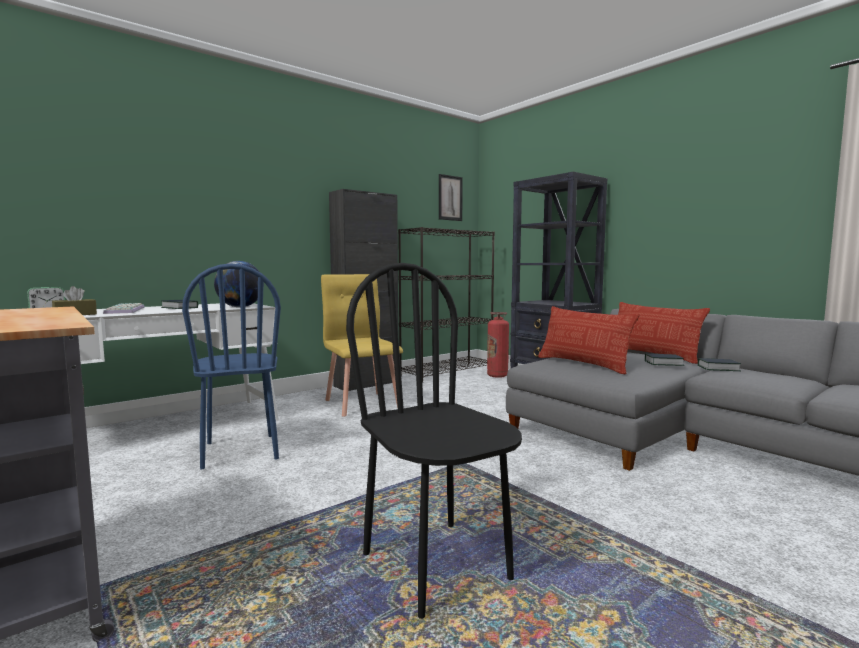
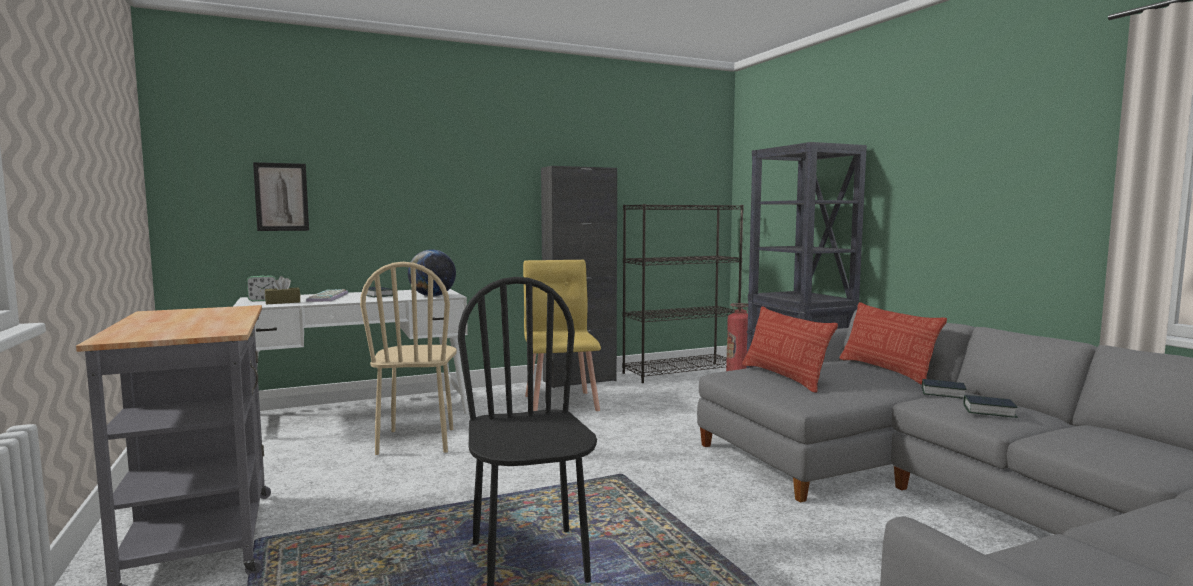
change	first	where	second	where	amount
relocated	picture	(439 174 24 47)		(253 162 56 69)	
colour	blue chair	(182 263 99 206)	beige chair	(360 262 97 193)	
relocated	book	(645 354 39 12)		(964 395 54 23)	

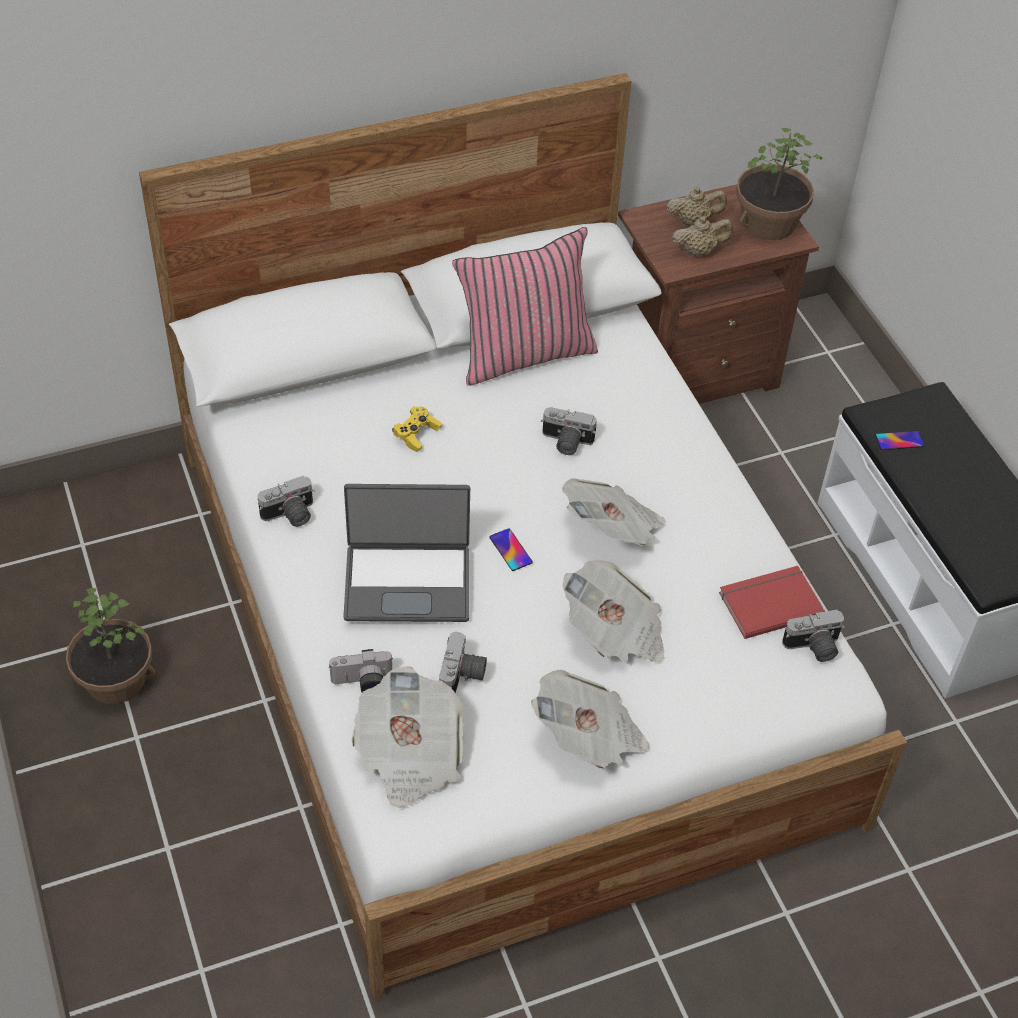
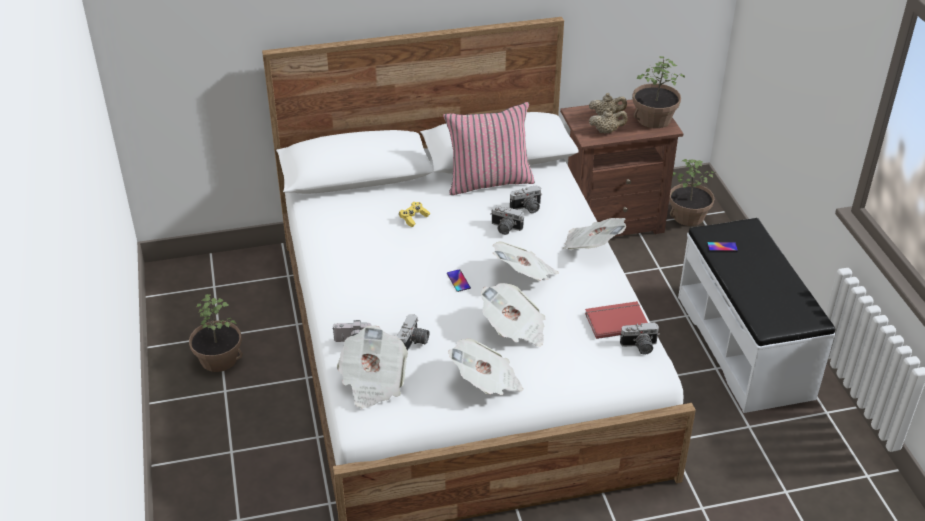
change	first	where	second	where	amount
relocated	photo camera	(258 475 57 52)		(510 185 33 28)	
appeared			newspaper	(563 218 63 32)	
appeared			potted plant	(669 159 45 67)	
missing	laptop	(343 484 127 138)			

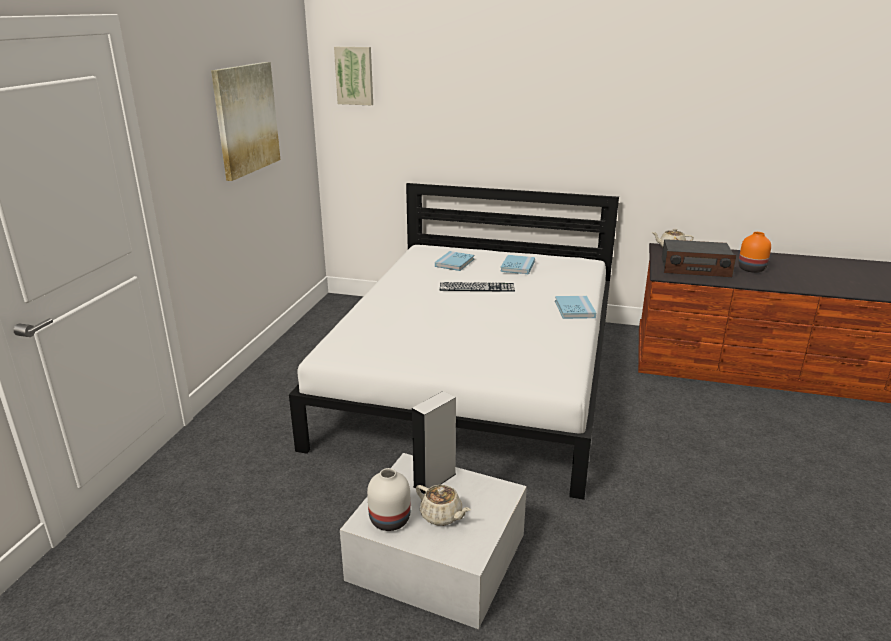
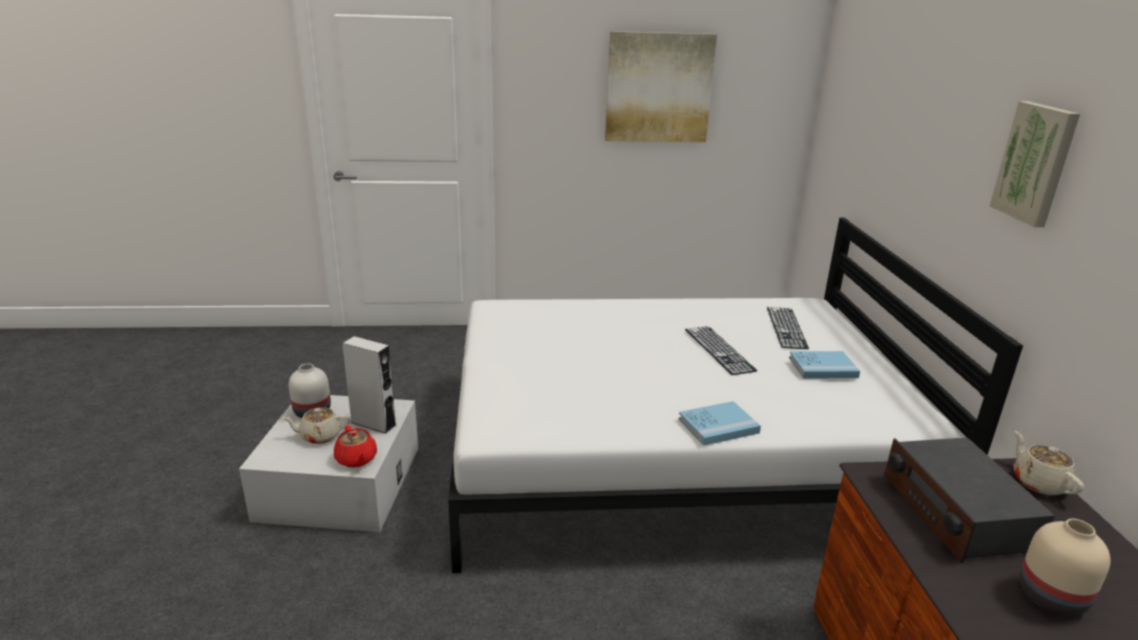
change	first	where	second	where	amount
spun	beige teapot	(416 485 55 41)		(282 407 69 37)	60 degrees clockwise
appeared			red teapot	(334 425 43 43)	
exchanged	blue book	(435 251 39 20)	keyboard	(767 307 42 42)	
relocated	picture	(334 47 39 58)		(990 101 90 126)	
colour	orange vase	(738 232 33 41)	beige vase	(1020 519 91 97)	

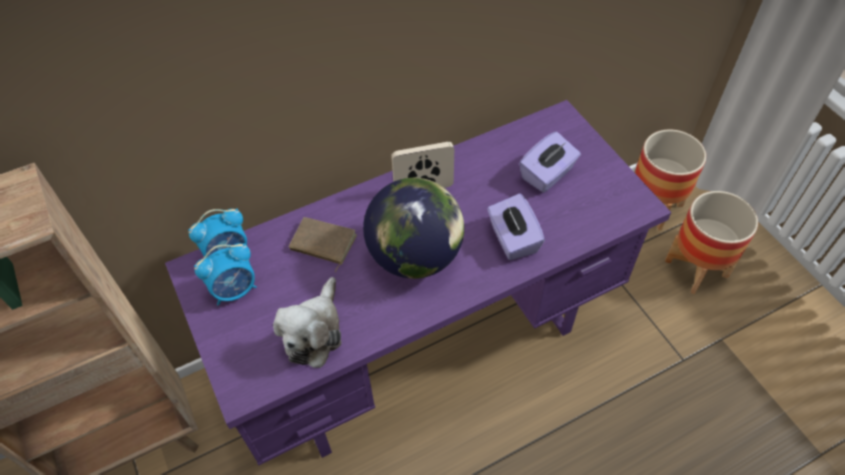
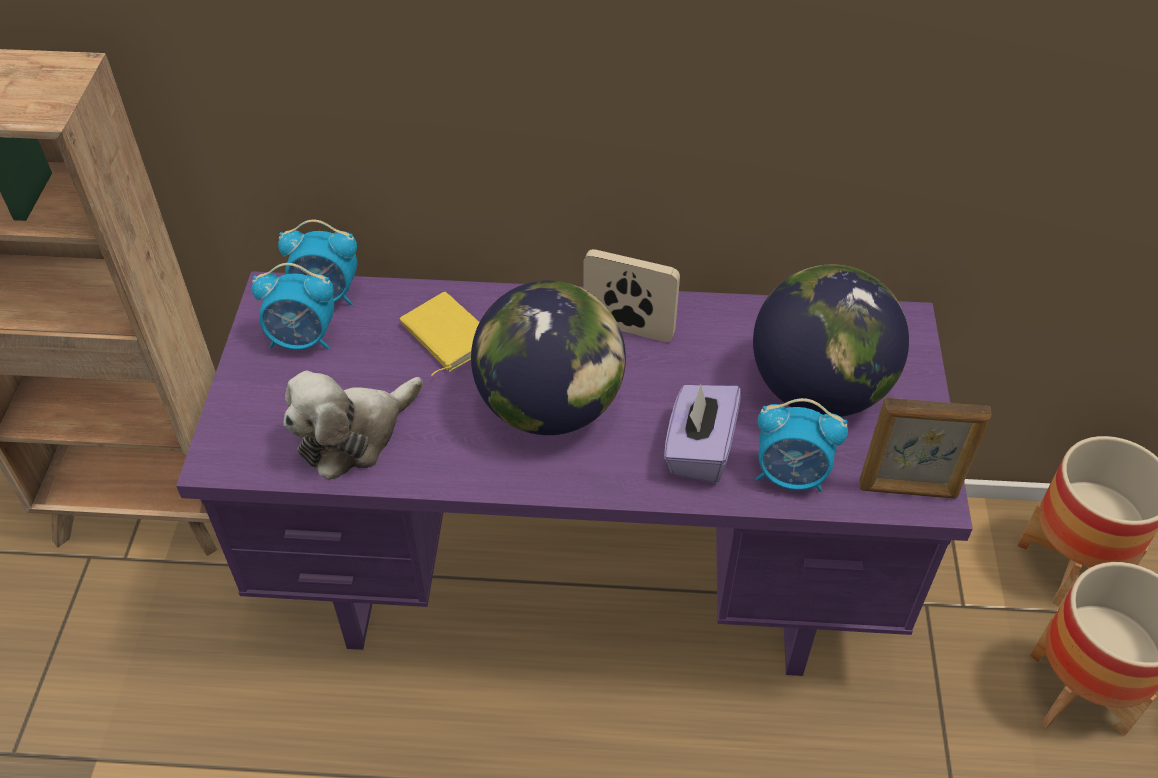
change	first	where	second	where	amount
colour	brown book	(289 217 68 55)	yellow book	(400 292 80 84)	
exchanged	purple tissue box	(519 132 62 61)	globe	(753 264 156 153)	
appeared			alarm clock	(756 398 92 94)	
appeared			picture frame	(859 398 132 101)	

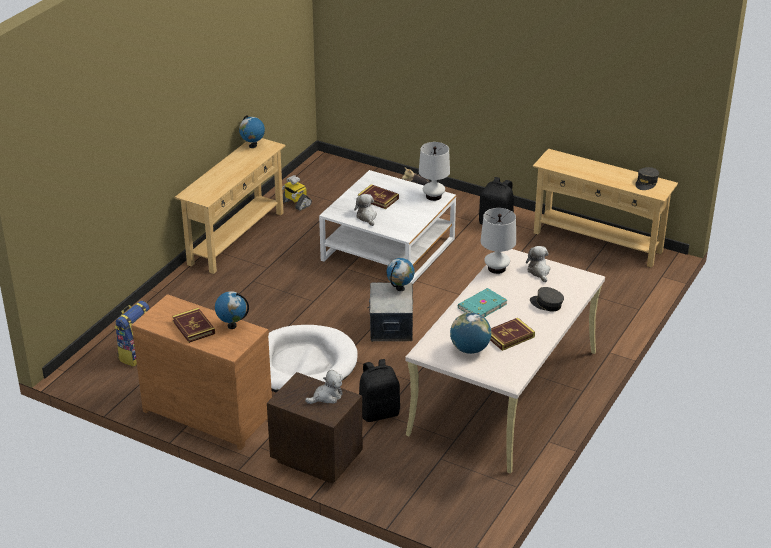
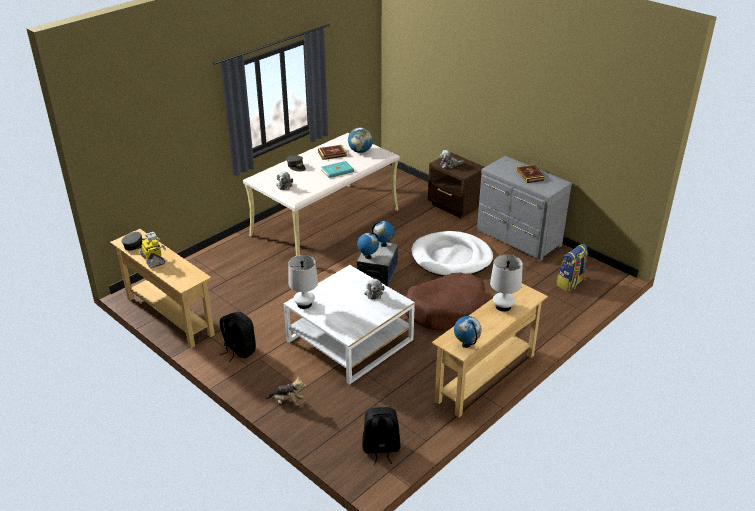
change	first	where	second	where	amount
relocated	toy robot	(282 175 30 36)		(140 232 26 36)	
relocated	black backpack	(359 359 41 63)		(362 407 38 58)	
relocated	globe	(215 291 34 38)		(372 221 23 26)	
appeared			brown dog bed	(405 272 81 58)	
colour	brown dresser	(131 294 141 156)	grey dresser	(477 156 95 105)	
relocated	white table lamp	(481 208 35 66)		(490 255 33 57)	
missing	book	(358 184 41 25)			

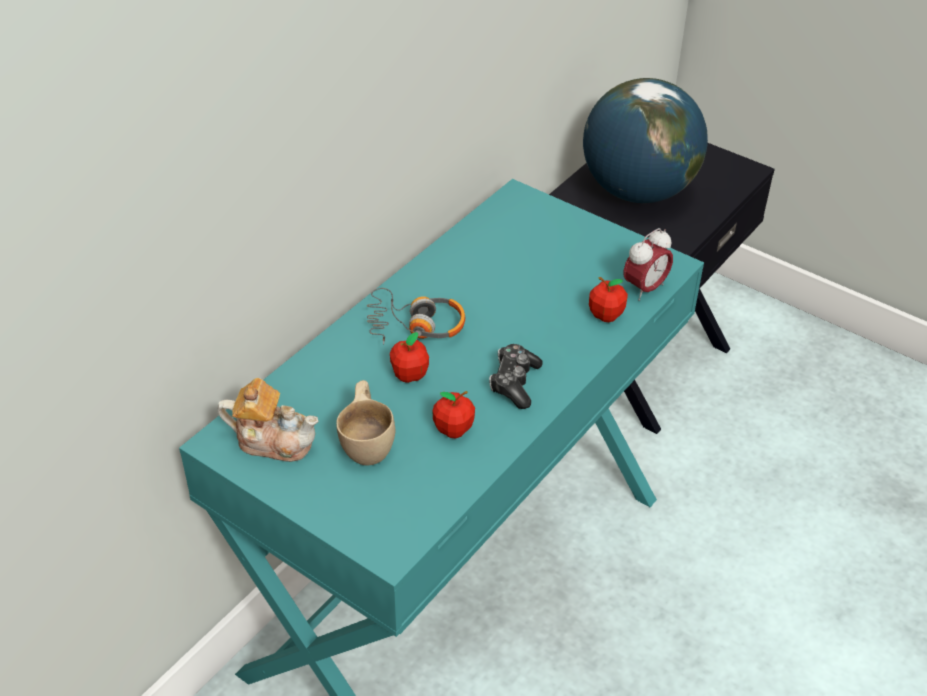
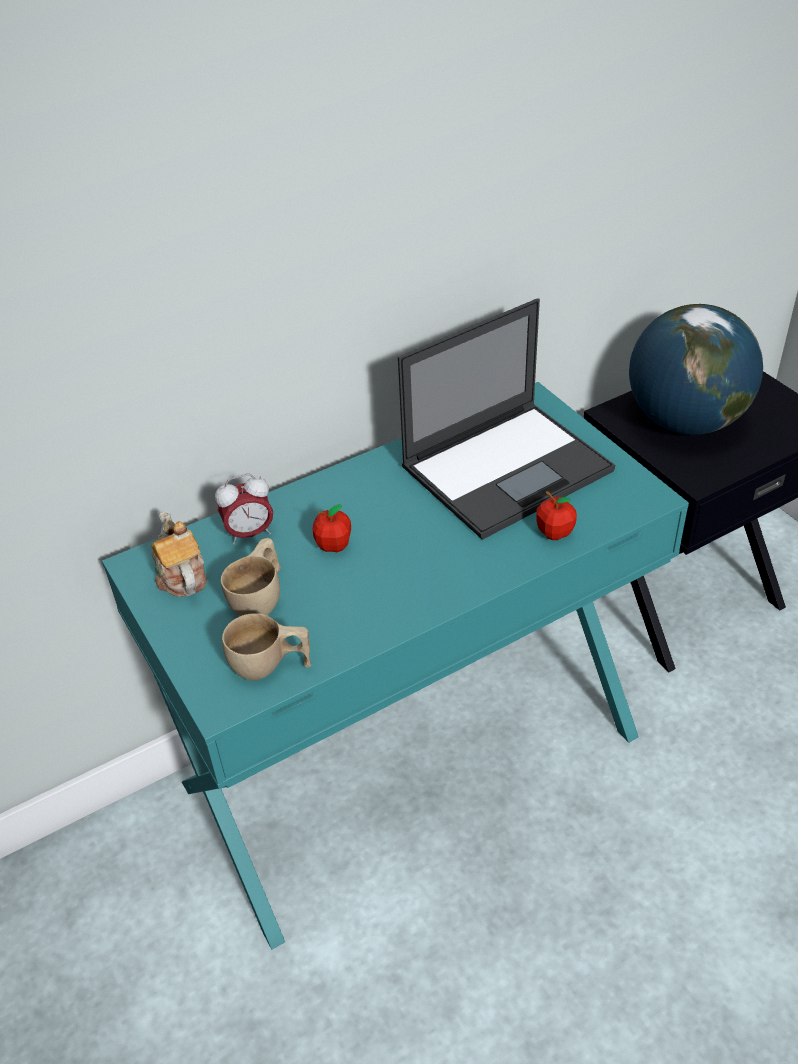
change	first	where	second	where	amount
spun	teapot	(217 378 101 84)		(151 511 56 86)	150 degrees counterclockwise
relocated	alarm clock	(623 228 50 73)		(215 474 58 70)	
appeared			beige cup	(222 613 89 67)	
appeared			laptop	(398 298 217 242)	
missing	headphones	(367 288 98 56)			
missing	apple	(432 391 43 48)			
missing	game controller	(489 344 54 65)			

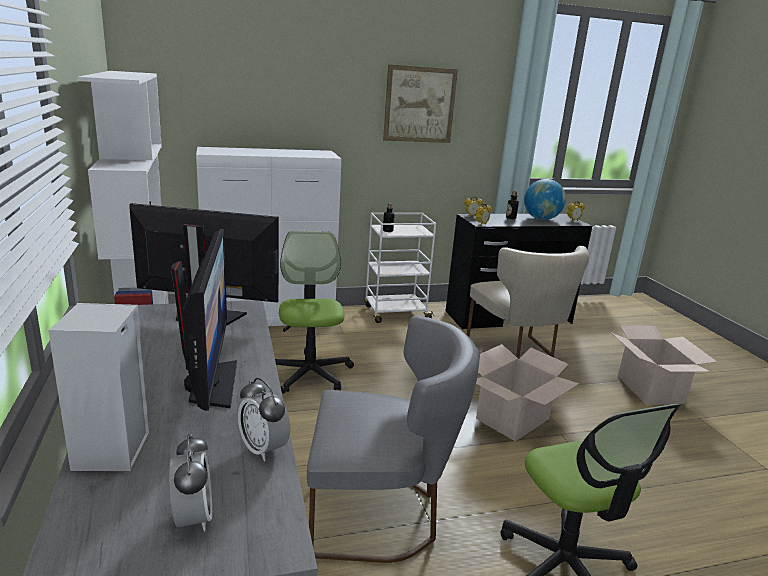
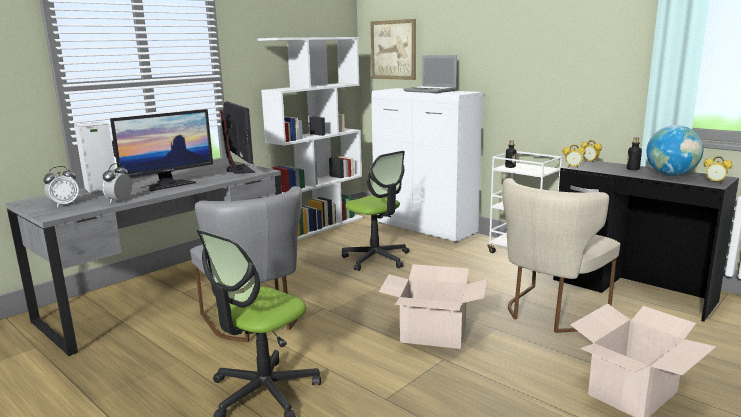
change	first	where	second	where	amount
spun	office chair	(275 231 79 163)		(342 151 67 120)	90 degrees clockwise
relocated	picture	(383 64 75 79)		(371 19 45 61)	
appeared			laptop	(404 55 53 38)	

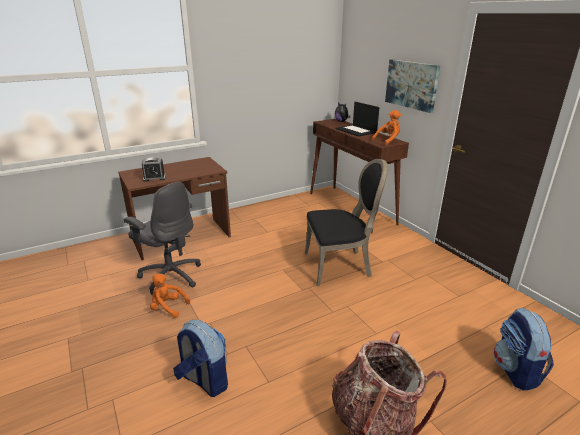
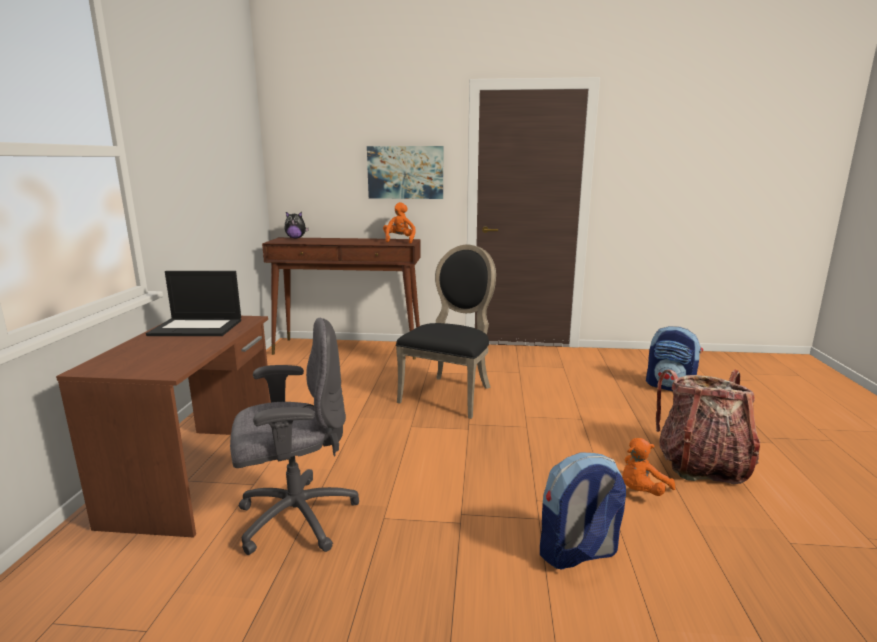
change	first	where	second	where	amount
relocated	laptop	(335 102 44 35)		(146 271 95 65)	
relocated	orange plush toy	(150 273 40 45)		(622 438 53 58)	
missing	alarm clock	(142 157 24 25)			

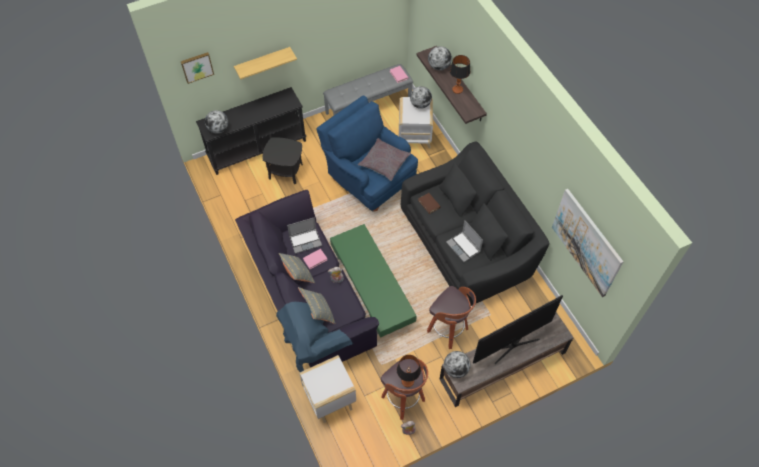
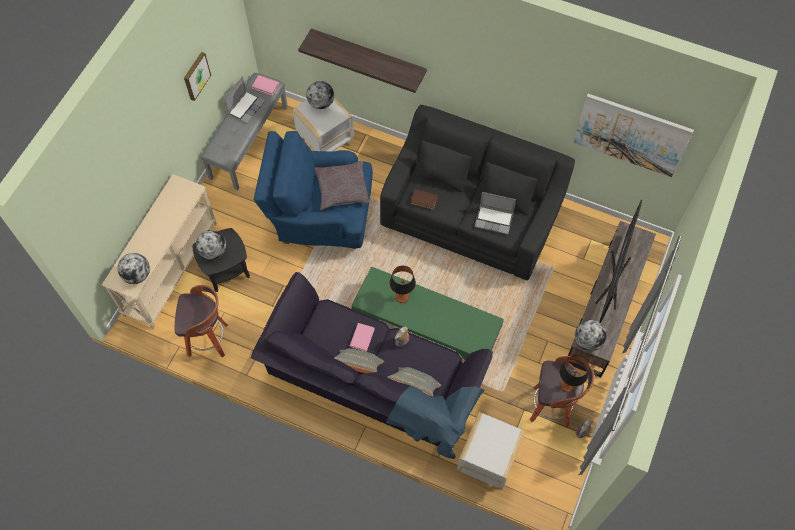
change	first	where	second	where	amount
colour	black console table	(196 87 110 88)	beige console table	(102 174 115 155)	
relocated	stool	(427 286 49 63)		(174 285 54 73)	
relocated	picture	(181 52 33 32)		(184 52 27 49)	
relocated	globe	(428 46 24 24)		(196 230 30 30)	
relocated	laptop	(287 217 35 37)		(224 76 41 47)	
relocated	table lamp	(450 55 21 39)		(390 266 26 37)	
missing	shelf	(234 47 63 32)			

